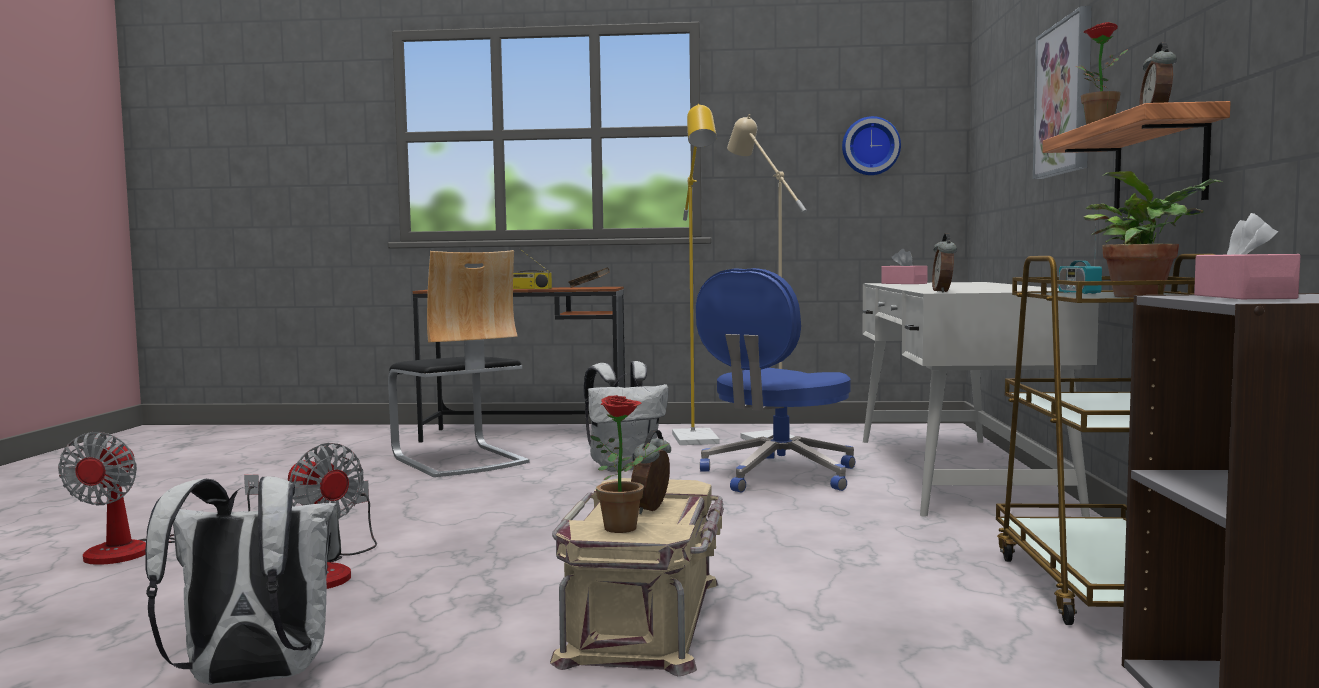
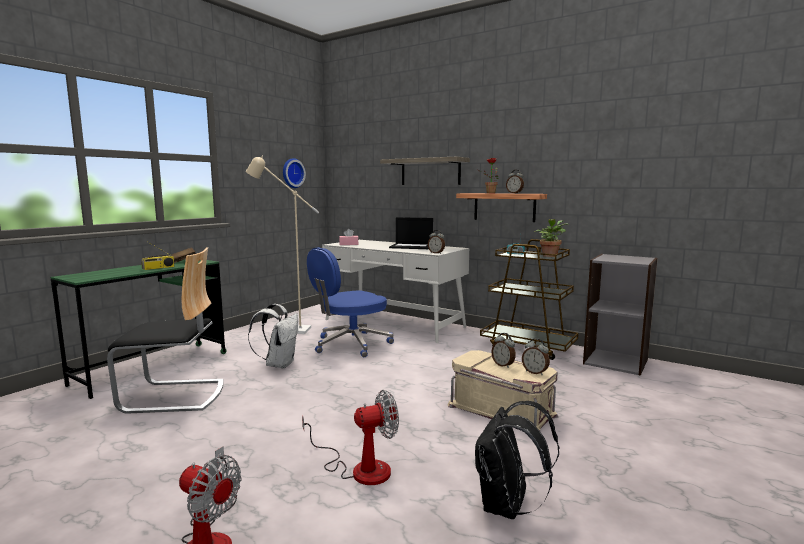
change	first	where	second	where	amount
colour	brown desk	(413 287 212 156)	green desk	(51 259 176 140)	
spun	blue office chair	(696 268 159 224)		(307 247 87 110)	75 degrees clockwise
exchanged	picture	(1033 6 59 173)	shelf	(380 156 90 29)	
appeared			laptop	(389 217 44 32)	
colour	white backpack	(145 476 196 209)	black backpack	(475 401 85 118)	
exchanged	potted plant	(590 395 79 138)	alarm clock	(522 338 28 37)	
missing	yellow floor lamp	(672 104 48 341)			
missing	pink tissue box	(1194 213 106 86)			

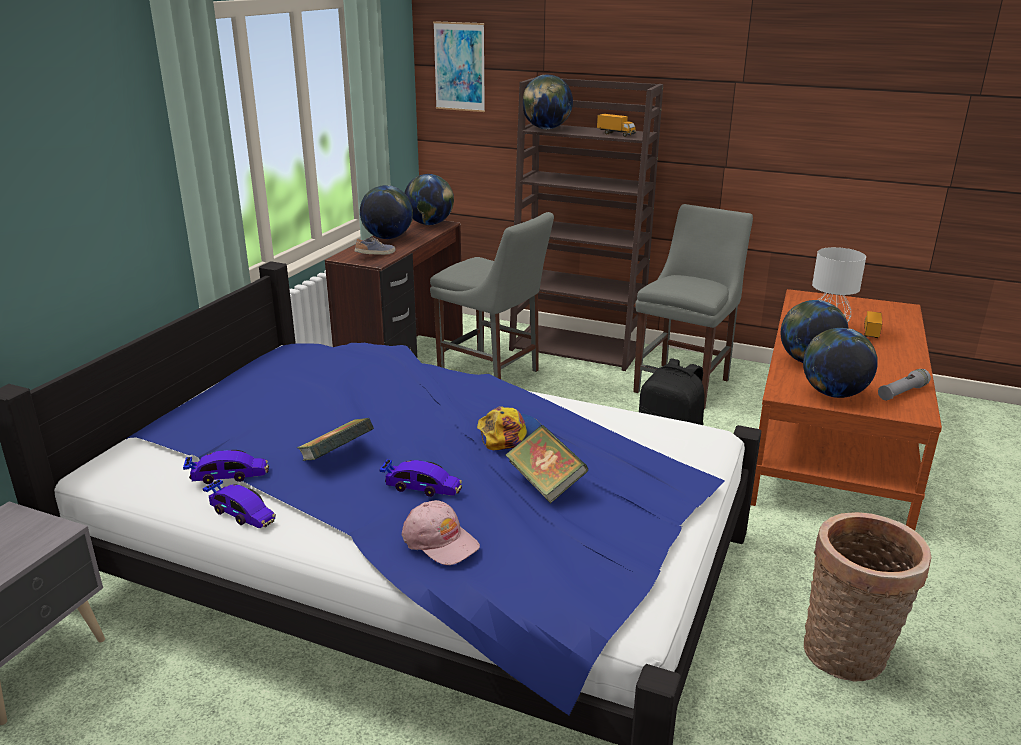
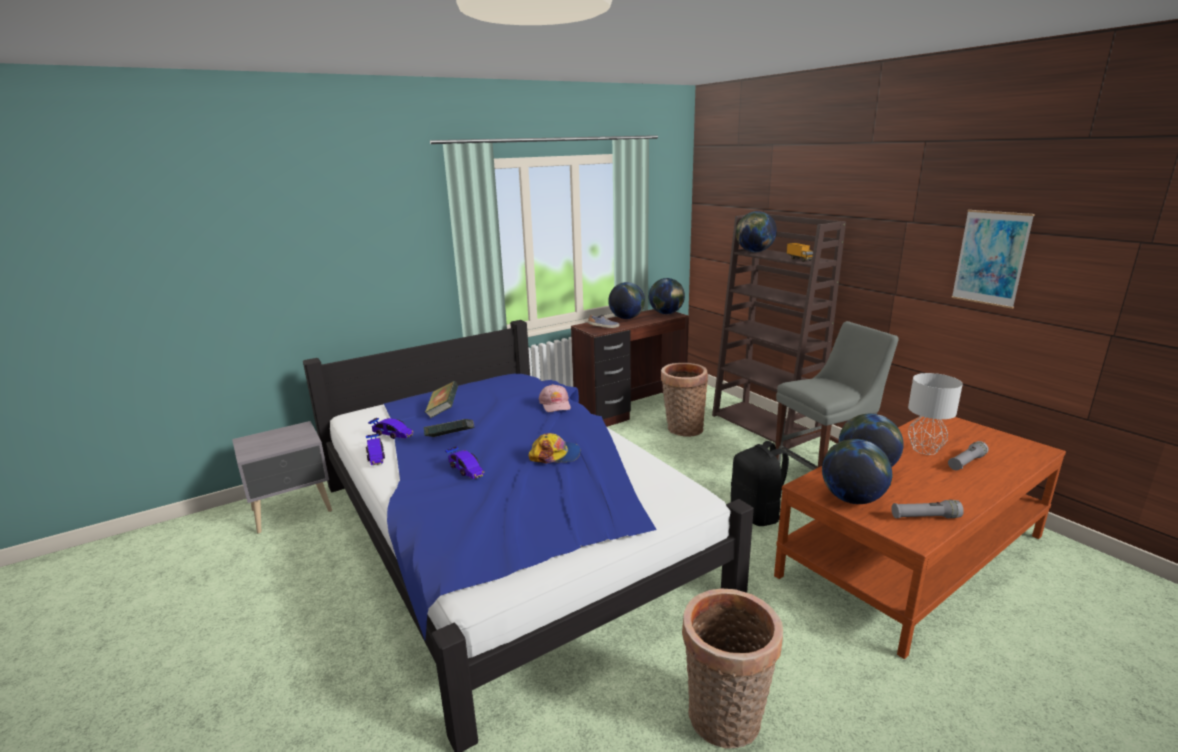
change	first	where	second	where	amount
relocated	book	(506 425 82 78)		(425 381 34 37)	
relocated	pink cap	(402 500 78 65)		(539 384 32 28)	
exchanged	grey chair	(430 212 124 167)	basket	(661 363 47 74)	
exchanged	toy truck	(864 311 18 27)	grey flashlight	(948 441 40 29)	
relocated	picture	(433 21 52 91)		(951 210 84 99)	

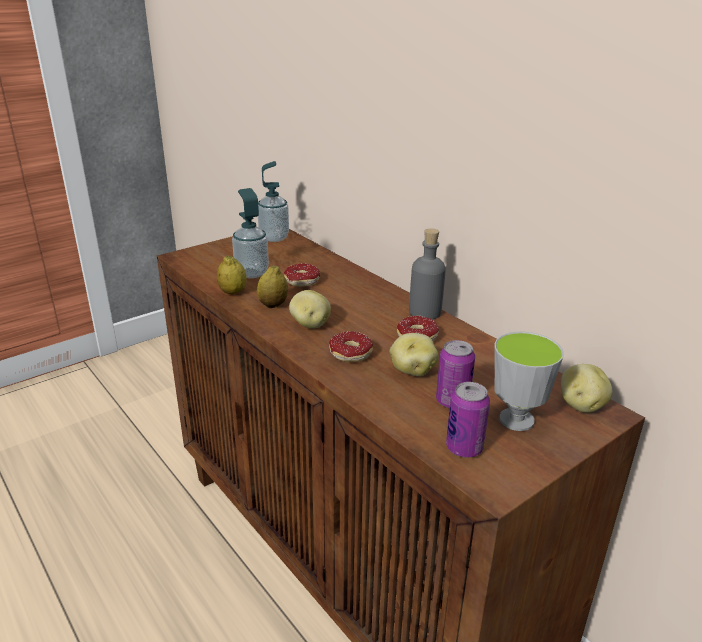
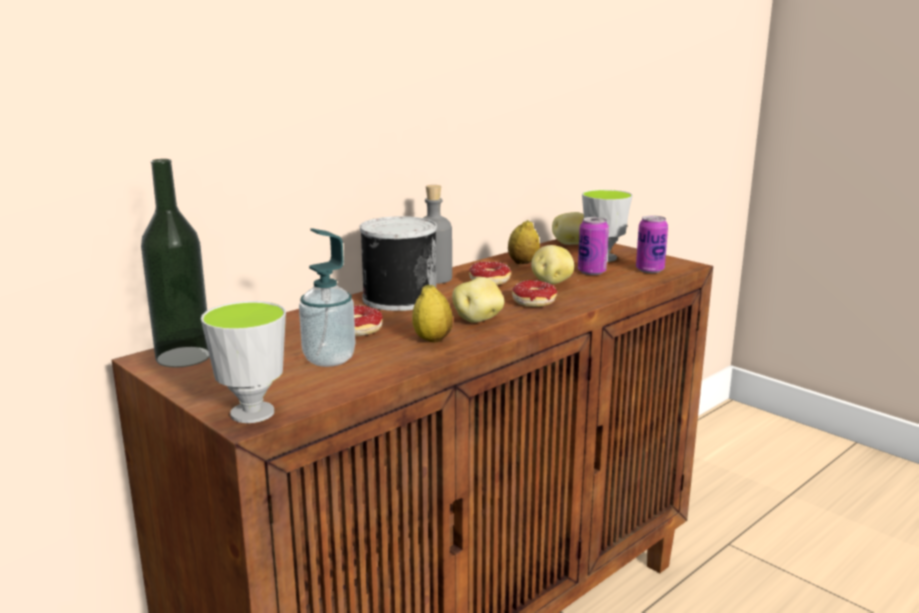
change	first	where	second	where	amount
exchanged	soap dispenser	(258 161 31 81)	bottle	(141 159 69 209)	
appeared			cup	(201 301 85 122)	
appeared			can	(360 216 77 95)	
relocated	lemon	(217 256 30 38)		(508 220 32 44)	

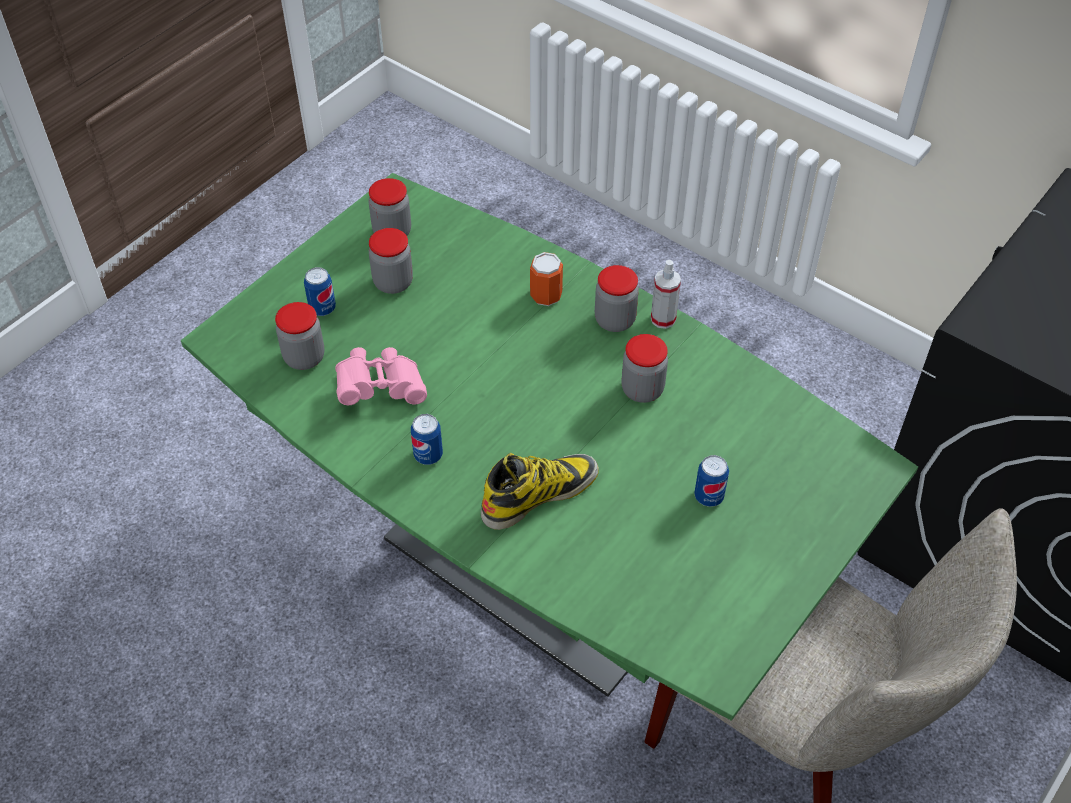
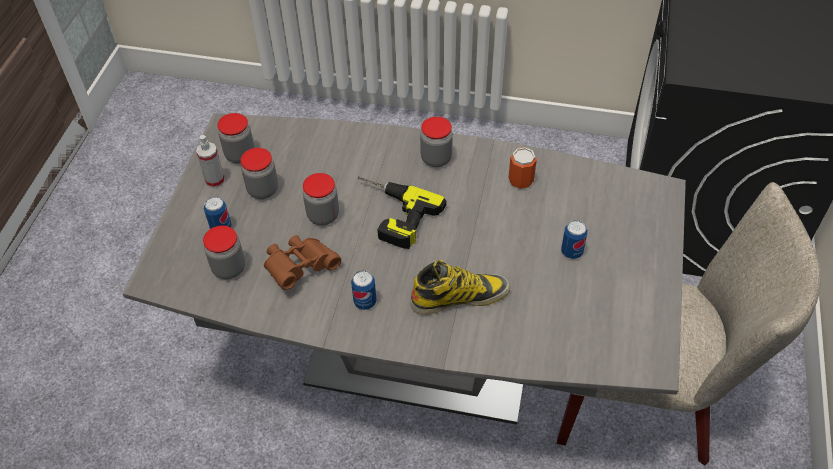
change	first	where	second	where	amount
colour	green dining table	(181 173 737 548)	grey dining table	(122 113 564 312)	
relocated	spray bottle	(651 260 30 69)		(196 135 29 53)	
colour	pink binoculars	(335 347 92 58)	brown binoculars	(264 235 77 55)	
relocated	jar	(621 334 47 69)		(303 173 36 52)	
appeared			power drill	(358 177 88 72)	
spun	boot	(481 453 118 77)		(410 260 100 55)	45 degrees clockwise
relocated	can	(530 252 33 54)		(508 147 29 42)	

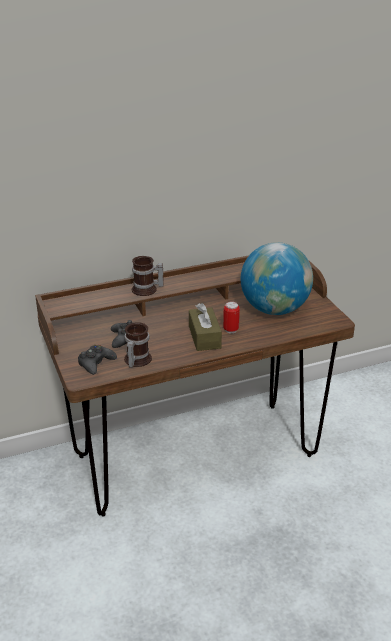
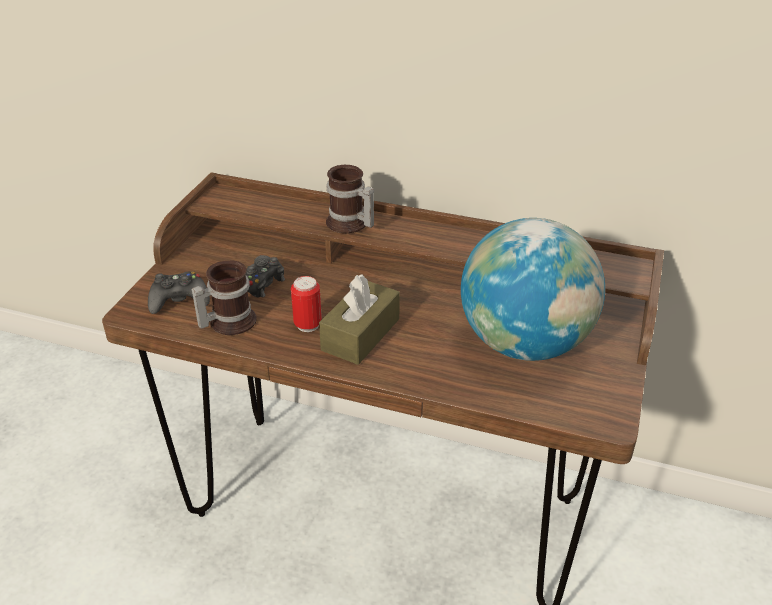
change	first	where	second	where	amount
relocated	can	(223 302 17 31)		(291 276 31 56)	

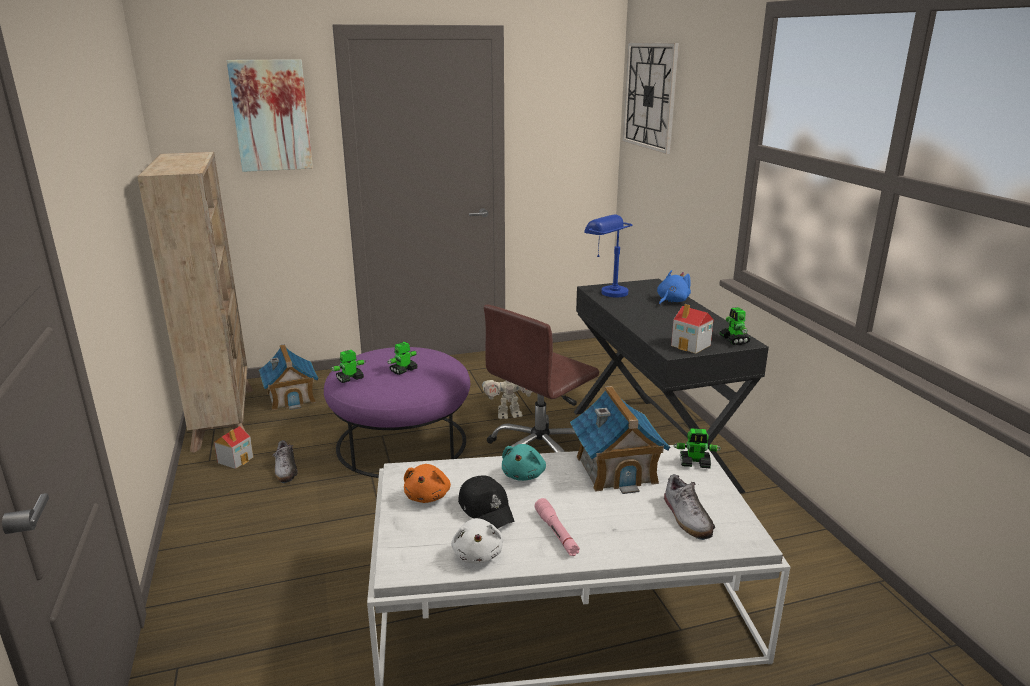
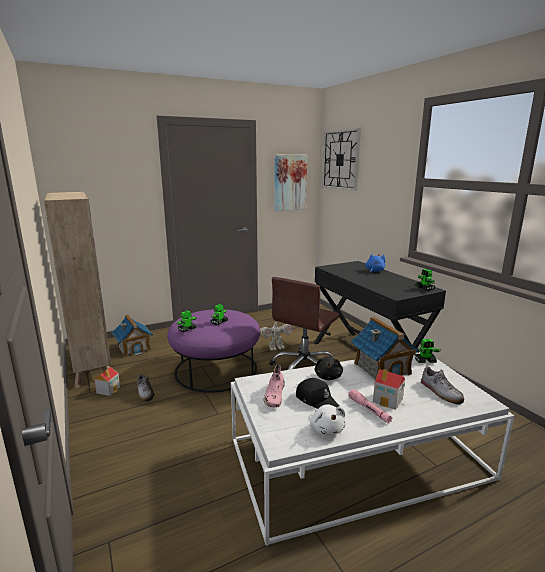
change	first	where	second	where	amount
exchanged	orange plush toy	(404 464 47 39)	pink shoe	(263 365 22 43)	
relocated	picture	(227 59 86 113)		(274 155 33 56)	
colour	turquoise plush toy	(502 444 44 37)	black plush toy	(314 356 29 24)	
relocated	toy house	(671 304 43 50)		(373 369 32 41)	
missing	blue table lamp	(584 214 48 83)			

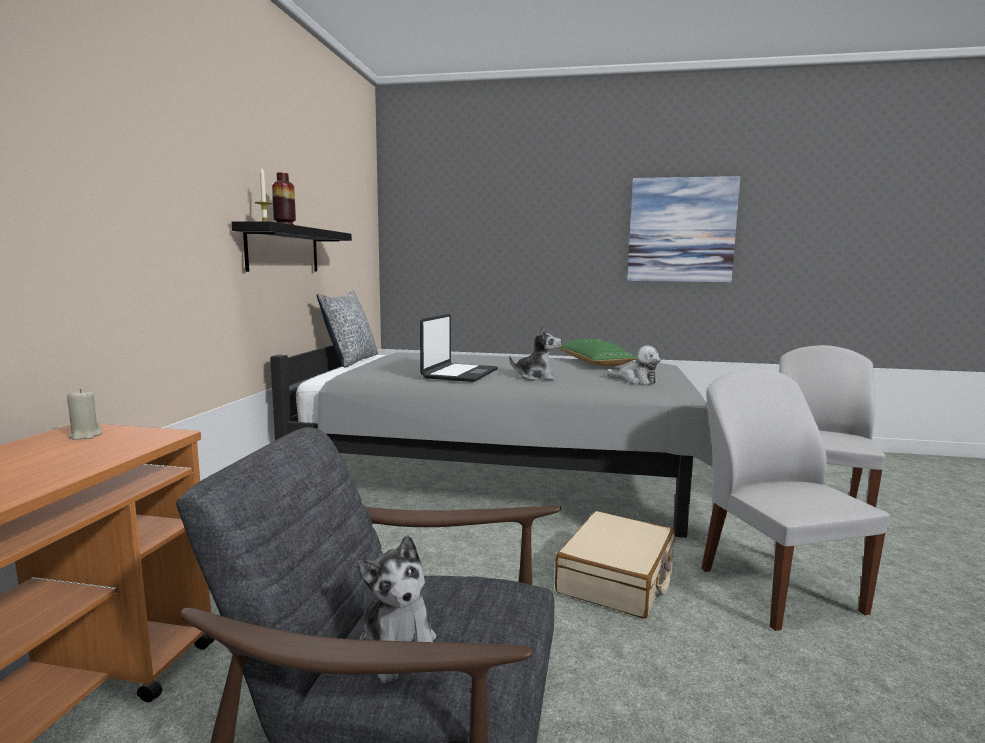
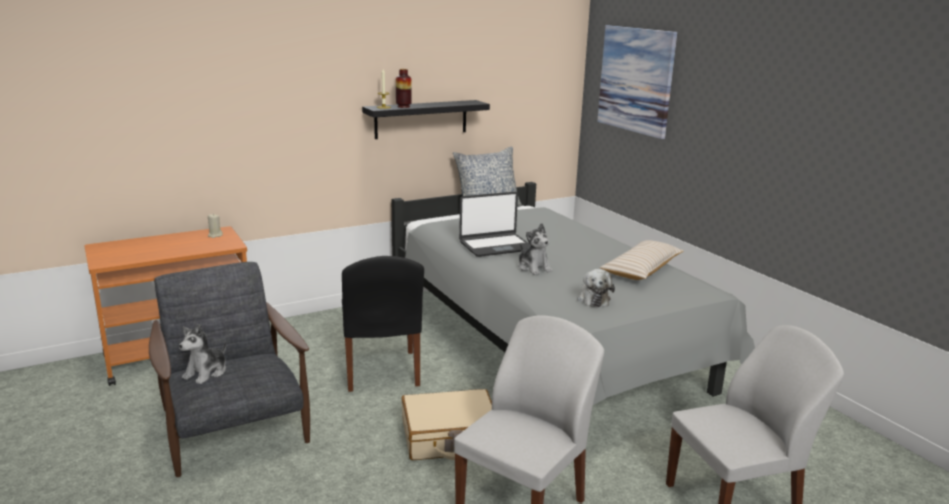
change	first	where	second	where	amount
appeared			black chair	(342 256 82 136)	
relocated	picture	(627 176 113 107)		(597 25 80 114)	
colour	green pillow	(558 339 79 28)	beige pillow	(600 240 84 40)	

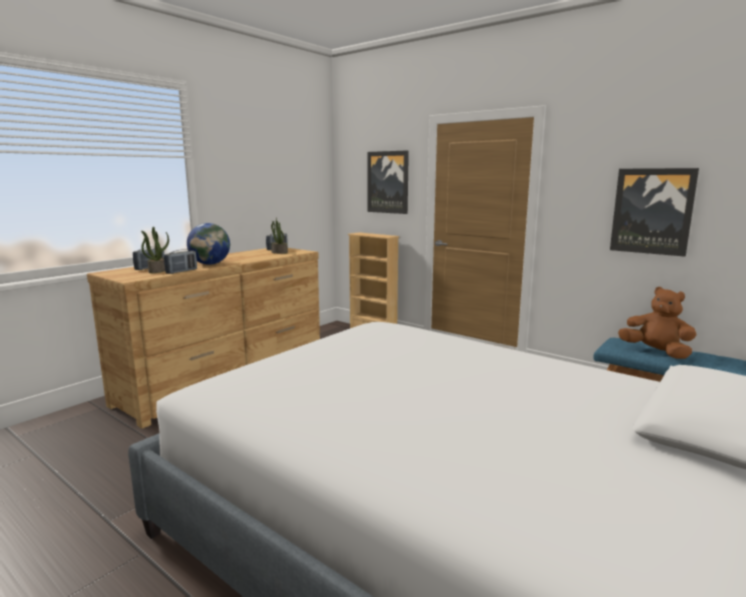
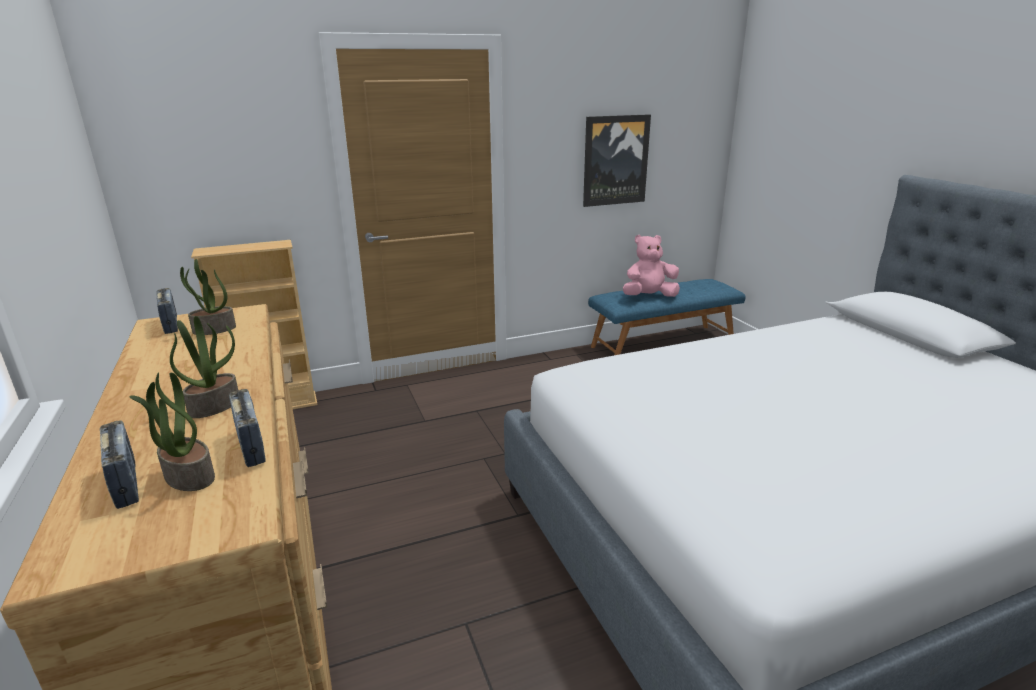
change	first	where	second	where	amount
exchanged	globe	(187 223 43 42)	potted plant	(170 316 68 102)	
colour	brown plush toy	(618 287 79 72)	pink plush toy	(623 235 57 62)	
missing	picture	(367 150 42 64)			

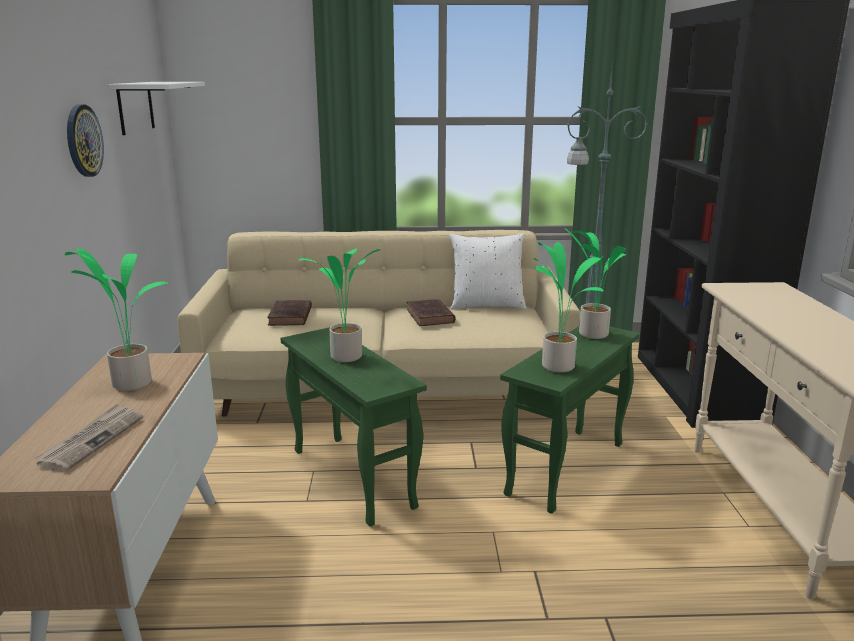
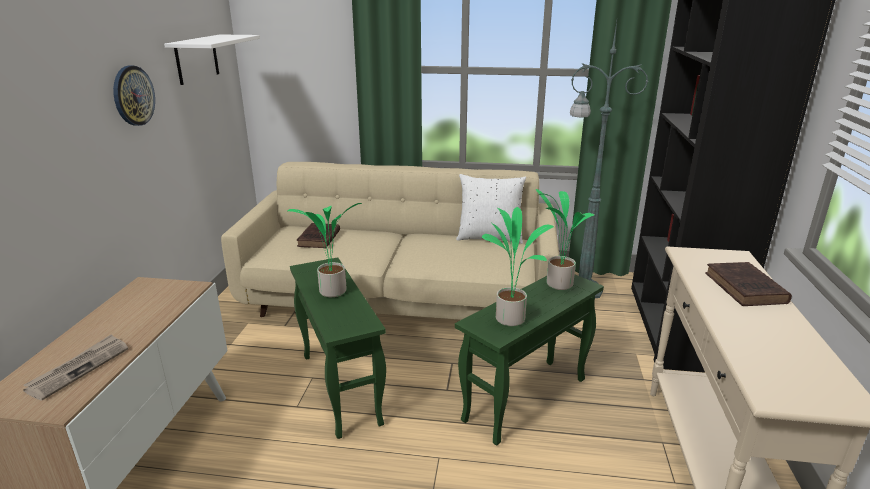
change	first	where	second	where	amount
relocated	brown book	(407 299 48 27)		(705 262 87 44)	
missing	potted plant	(65 248 104 143)			

